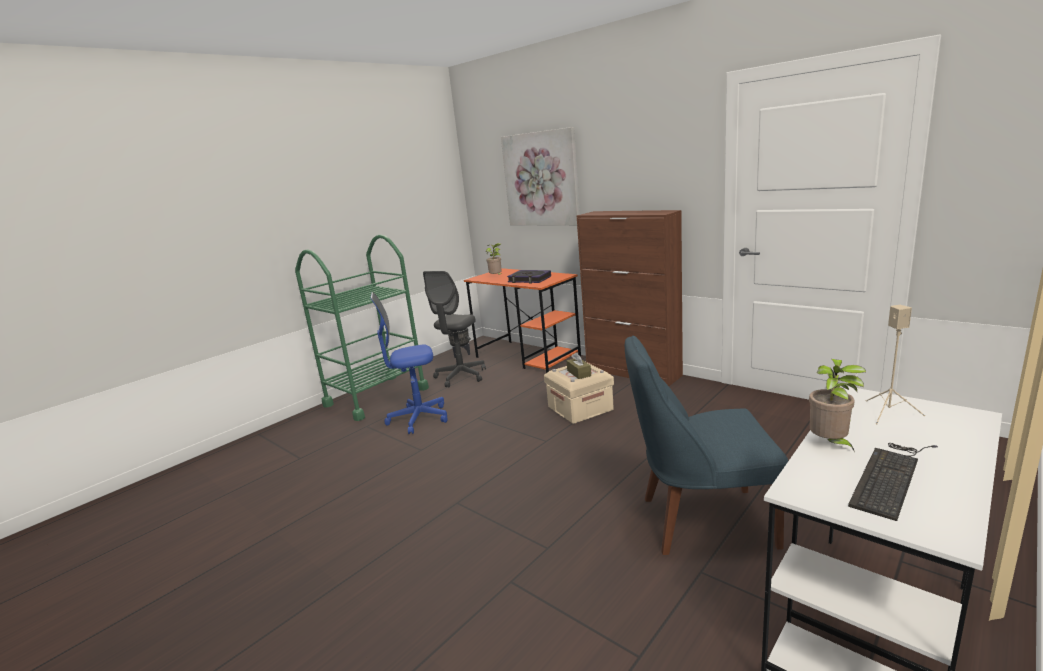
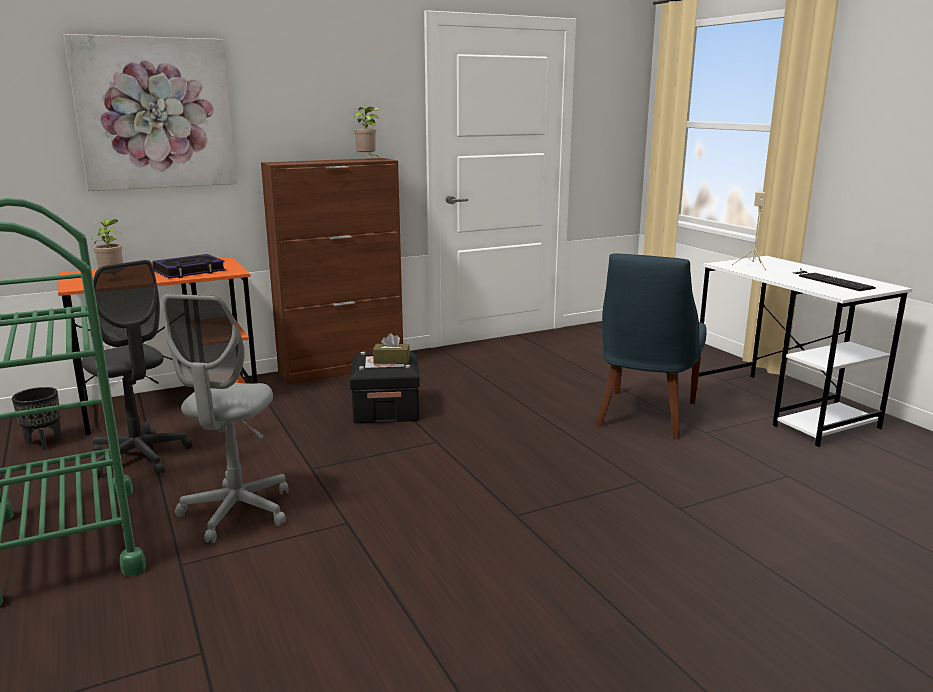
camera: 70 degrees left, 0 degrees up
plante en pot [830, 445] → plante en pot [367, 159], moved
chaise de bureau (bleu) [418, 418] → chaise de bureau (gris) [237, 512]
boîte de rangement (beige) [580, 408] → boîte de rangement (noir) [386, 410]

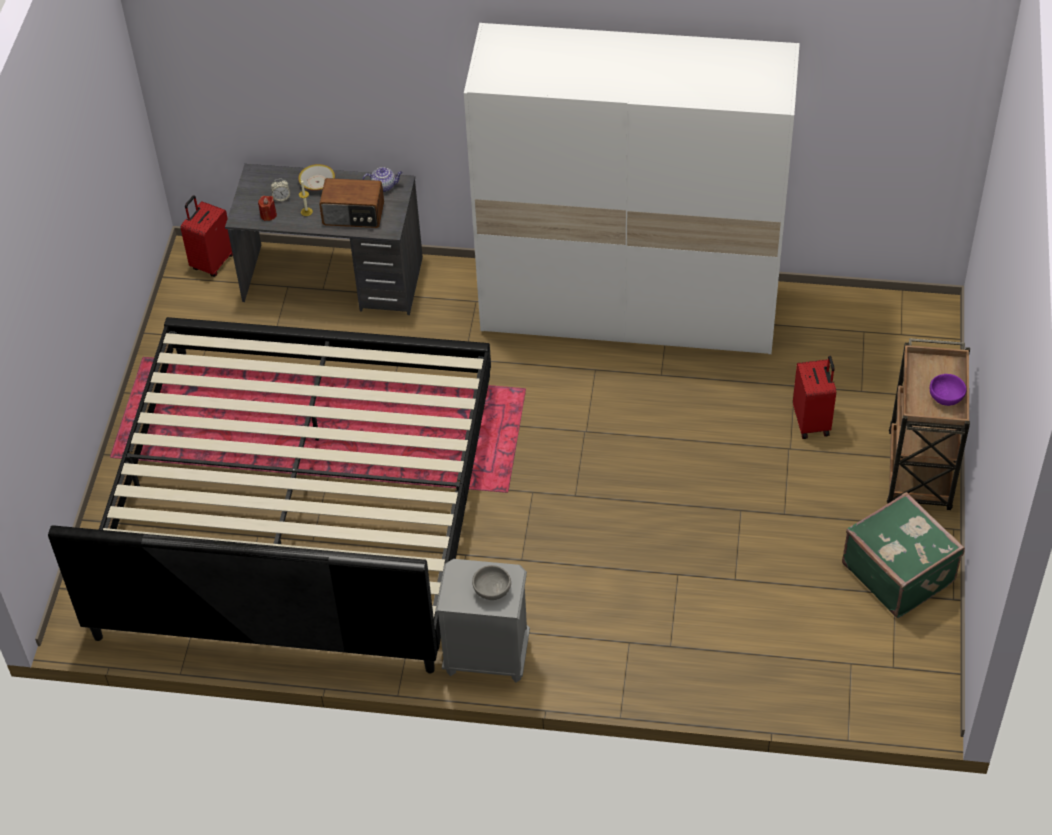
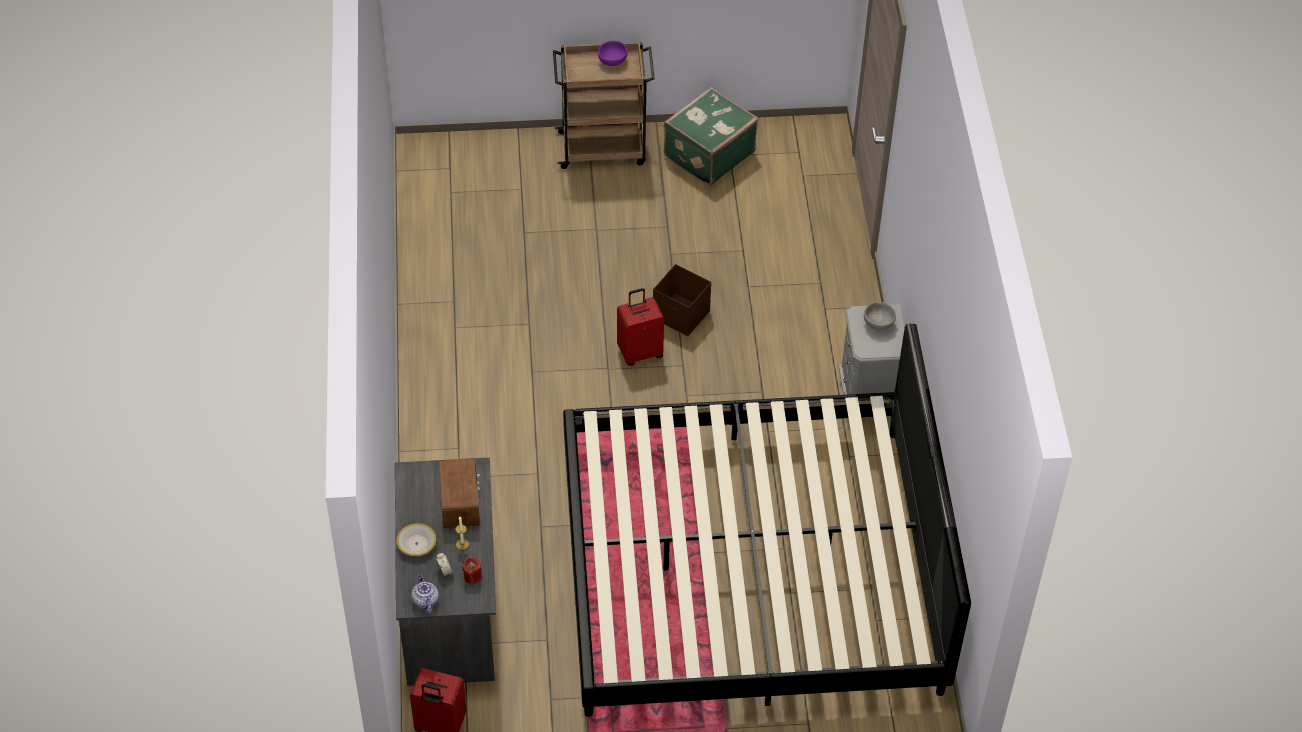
camera: 105 degrees left, 0 degrees up
armoire (blanc) [630, 310] → -
- → boîte de rangement (marron) [681, 315]
théière [384, 186] → théière [425, 600], moved
valise (rouge) [812, 422] → valise (rouge) [640, 352], moved

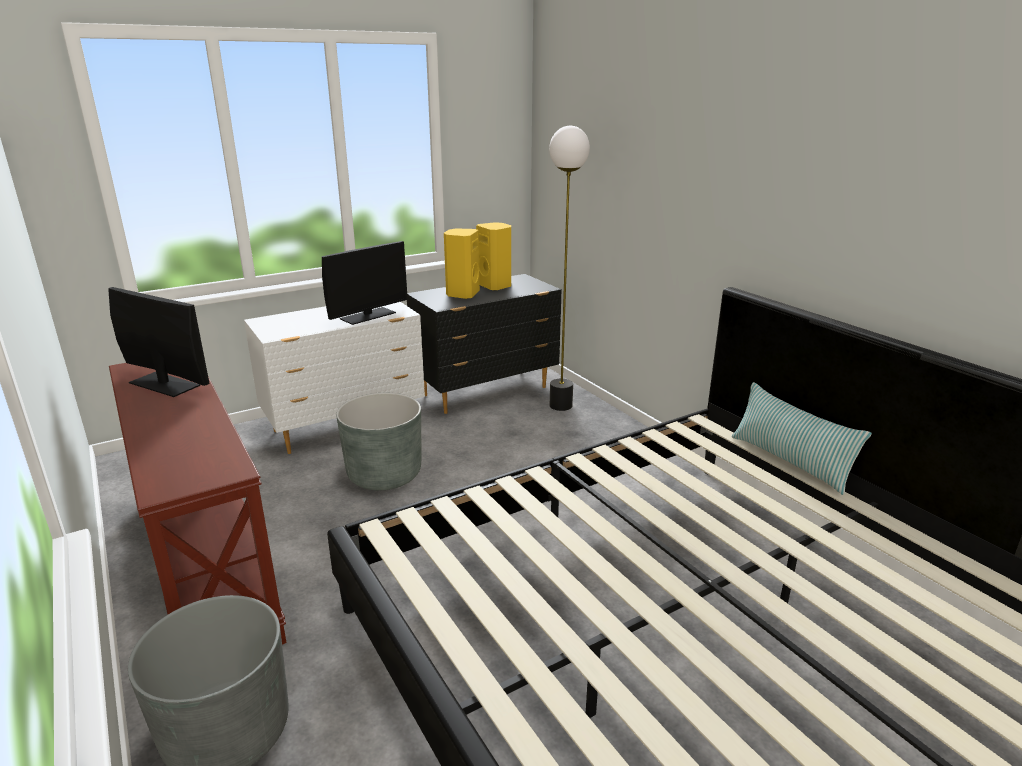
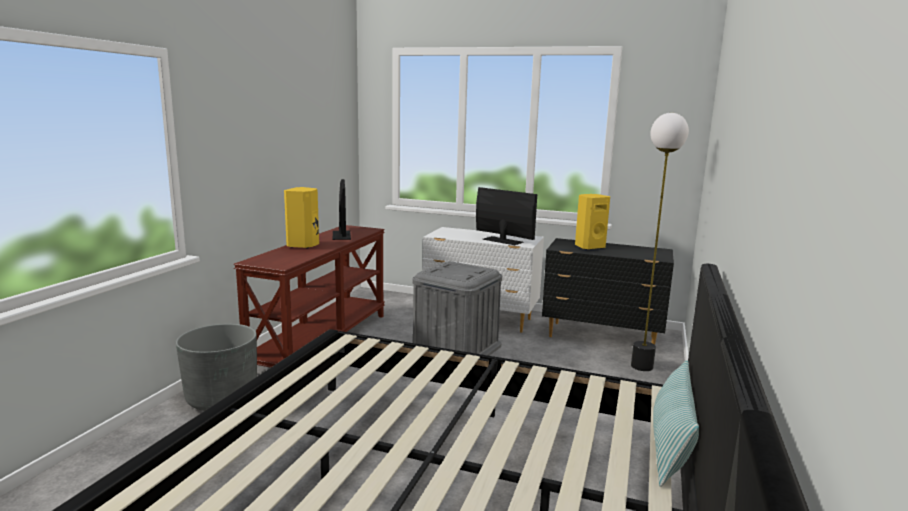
camera: 50 degrees right, 10 degrees down
enceinte (jaune) [495, 286] → enceinte (jaune) [304, 245], moved
cache-pot (gris) [384, 474] → boîte de rangement (gris) [455, 348]
écran d'ordinateur [368, 316] → écran d'ordinateur [502, 241], 150 degrees counterclockwise

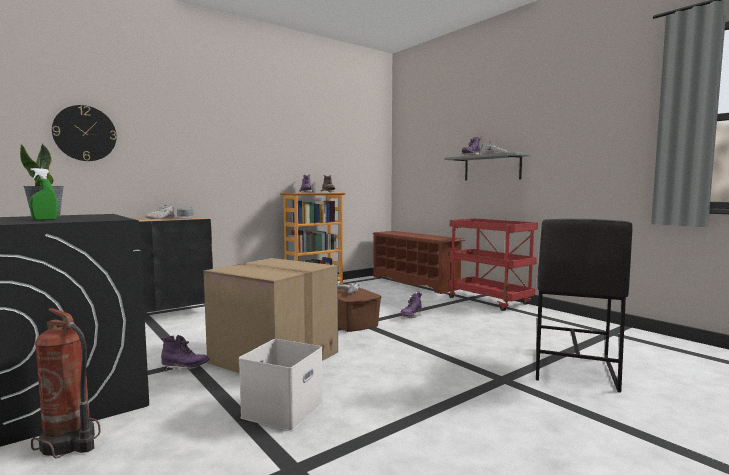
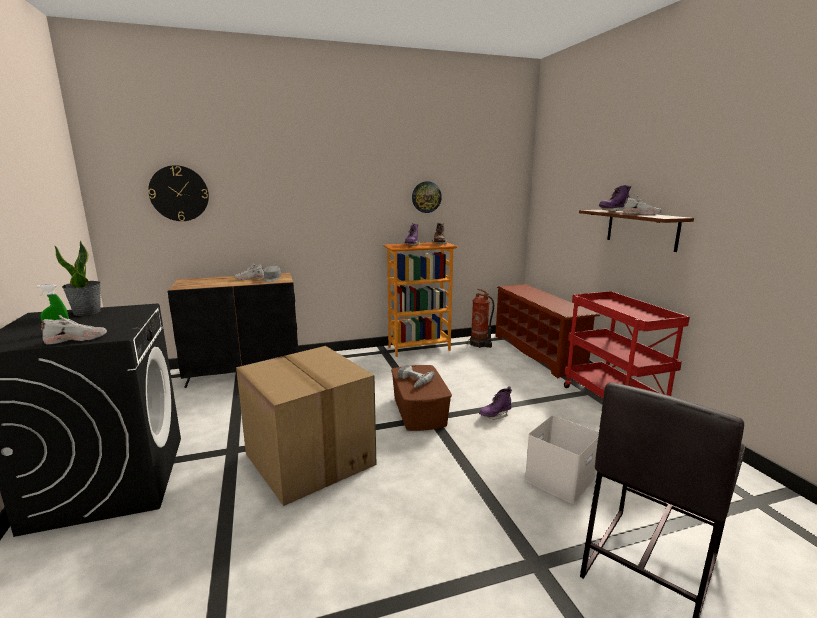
camera: 20 degrees right, 10 degrees up
botte (violet) [185, 368] → -
- → chaussure (blanc) [76, 339]
- → horloge murale [426, 197]
extincteur [69, 445] → extincteur [479, 344], moved
boîte de rangement (blanc) [283, 411] → boîte de rangement (blanc) [560, 480], moved
étagère (gris) [492, 168] → étagère (marron) [641, 229]

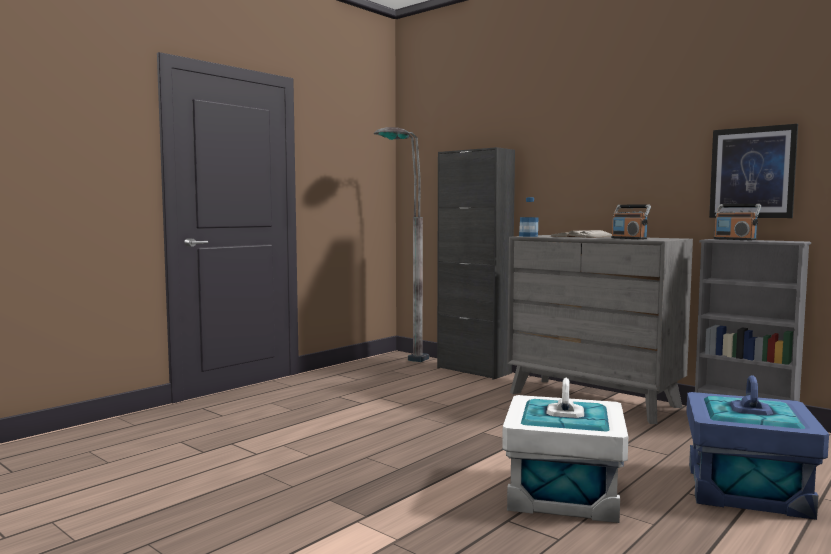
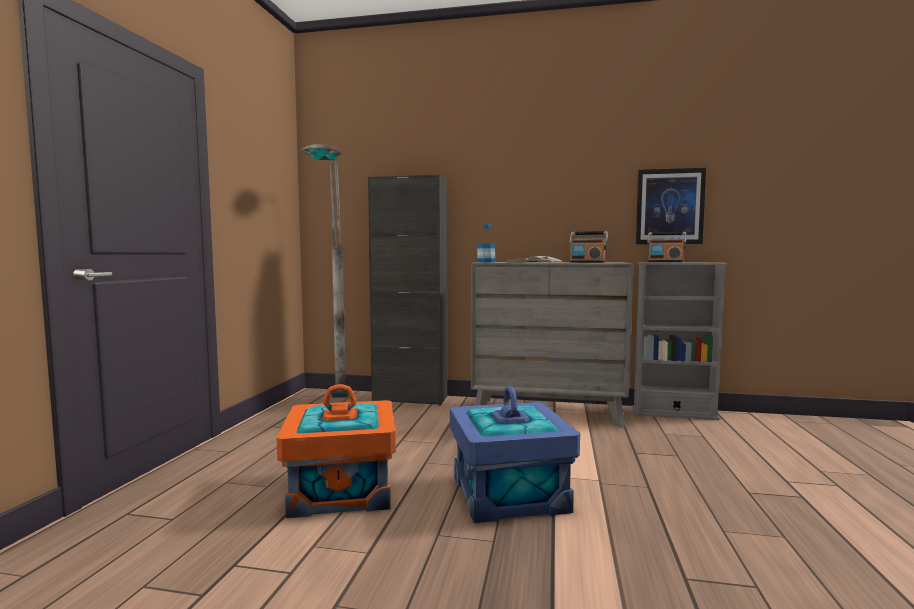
camera: 30 degrees left, 0 degrees up
boîte de rangement (blanc) [562, 493] → -
- → boîte de rangement (orange) [342, 489]
boîte de rangement (bleu) [747, 490] → boîte de rangement (bleu) [510, 493], moved

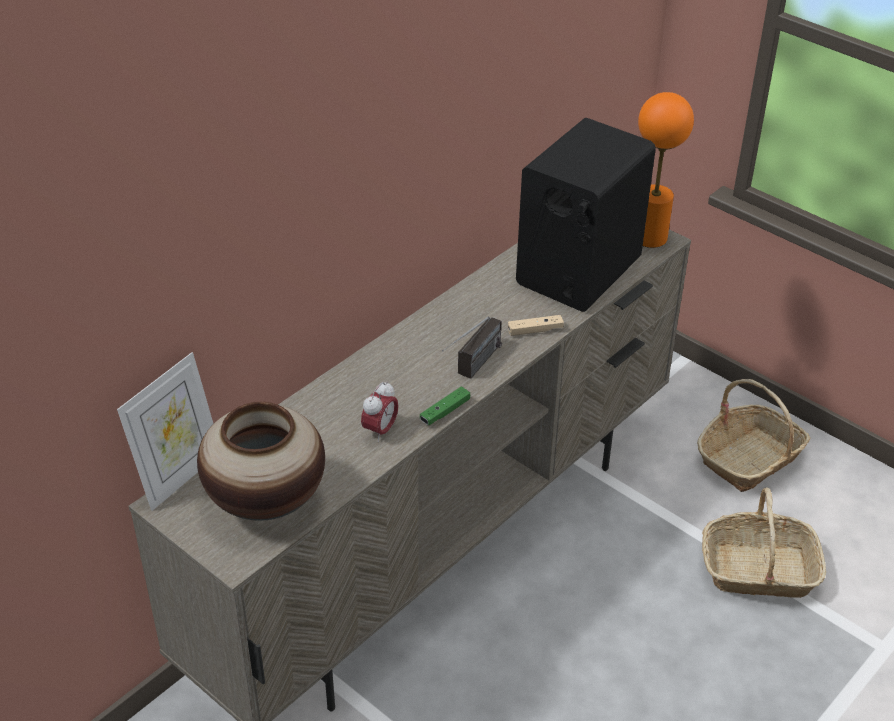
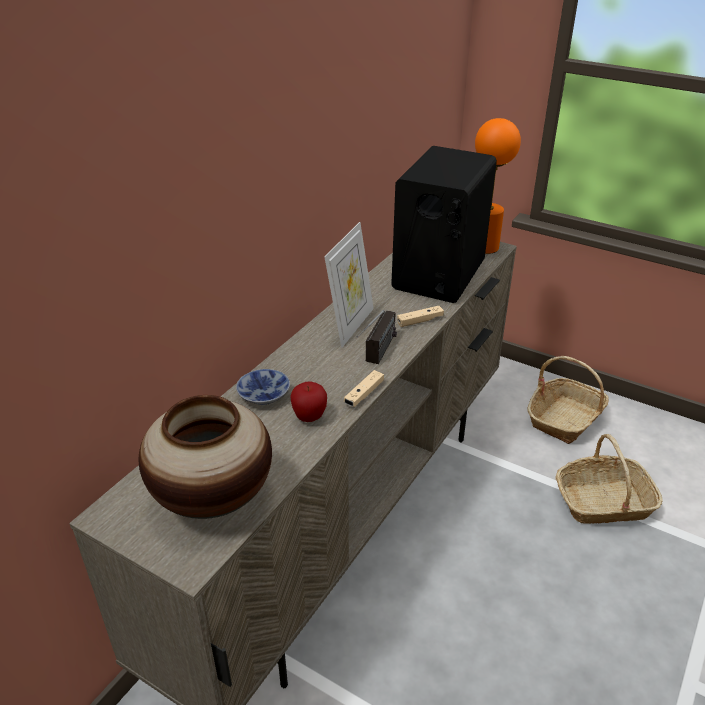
camera: 10 degrees left, 5 degrees down
- → bol [266, 394]
cadre photo [179, 476] → cadre photo [350, 325], moved
réveil [380, 430] → pomme [309, 417]
manette (vert) [445, 412] → manette (beige) [364, 394]

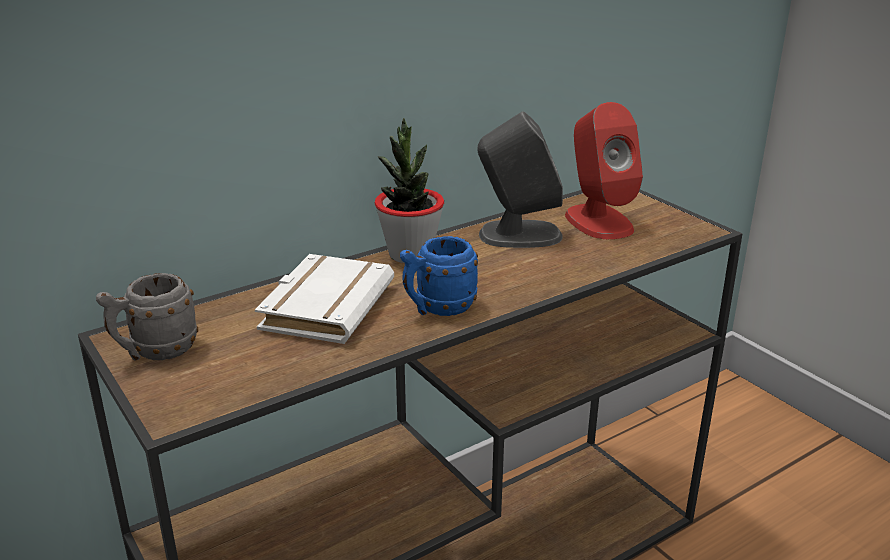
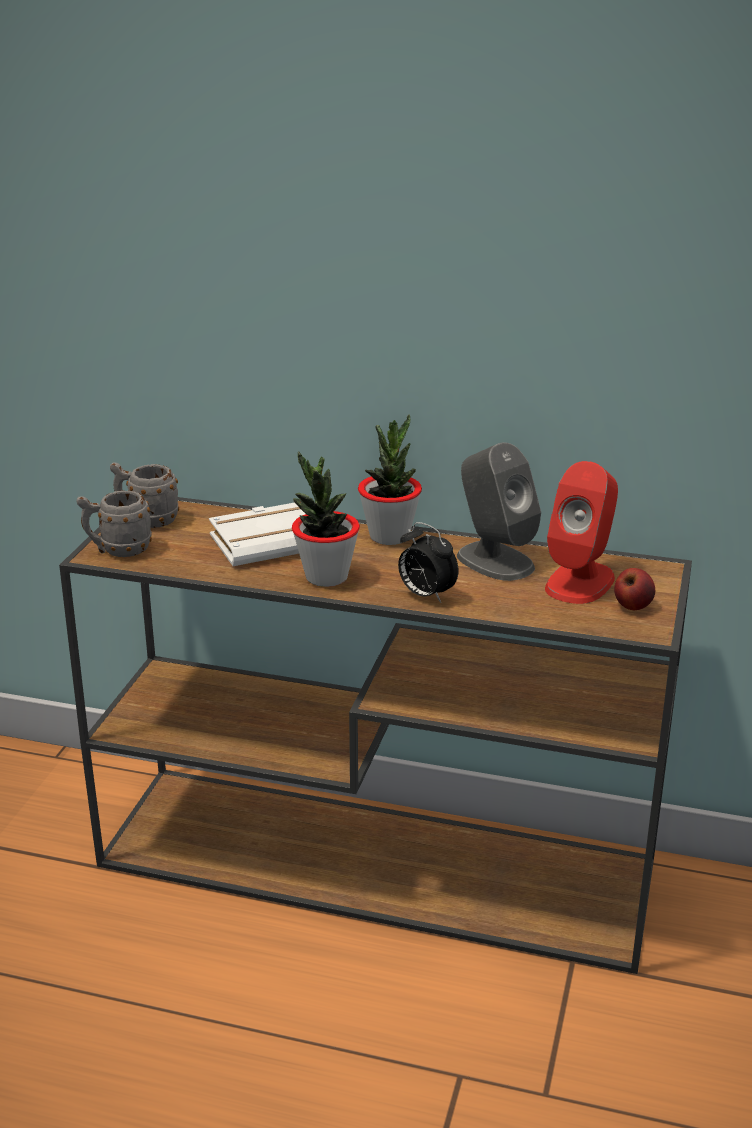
camera: 50 degrees right, 0 degrees up
- → mug (gris) [118, 550]
- → réveil [425, 595]
- → pomme [632, 606]
mug (bleu) [437, 309] → plante en pot [326, 577]

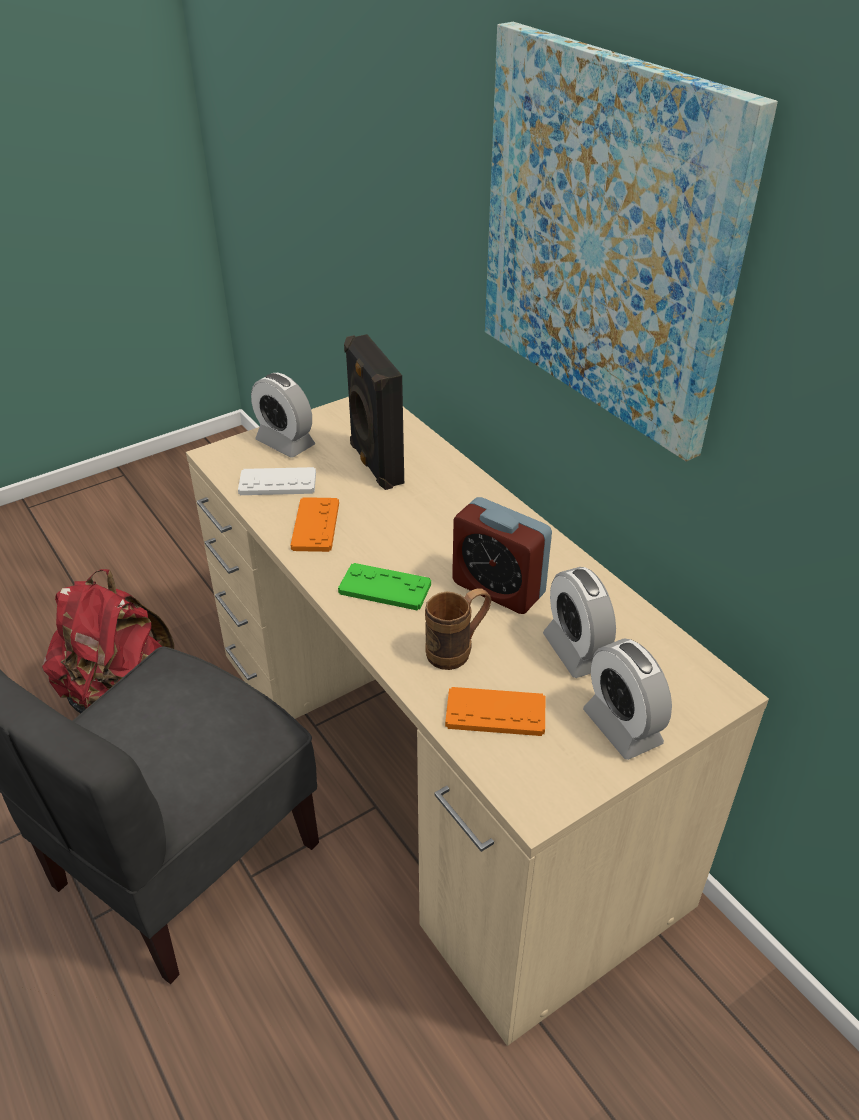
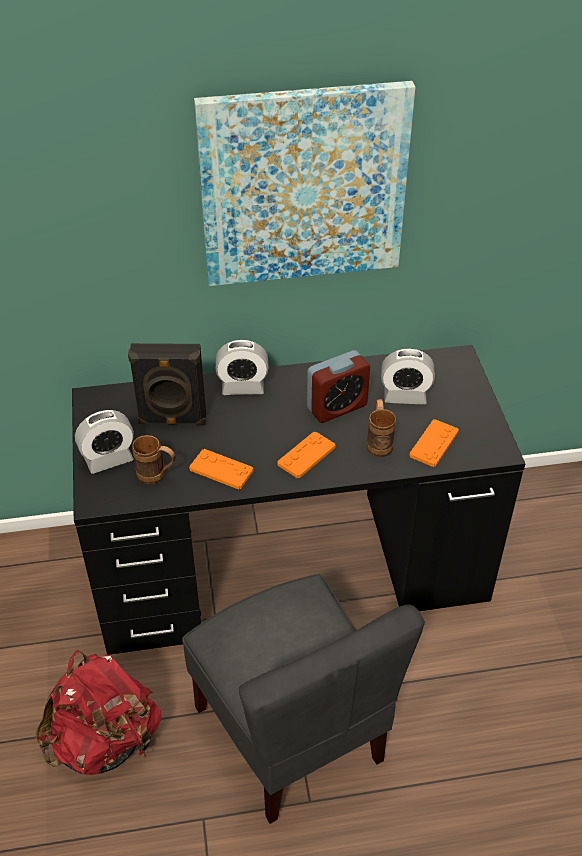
camera: 65 degrees left, 5 degrees up
réveil [622, 727] → réveil [243, 387], moved
manette (blanc) [277, 483] → mug (marron) [157, 476]
bureau (beige) [432, 768] → bureau (noir) [291, 564]
manette (vert) [385, 588] → manette (orange) [306, 456]

